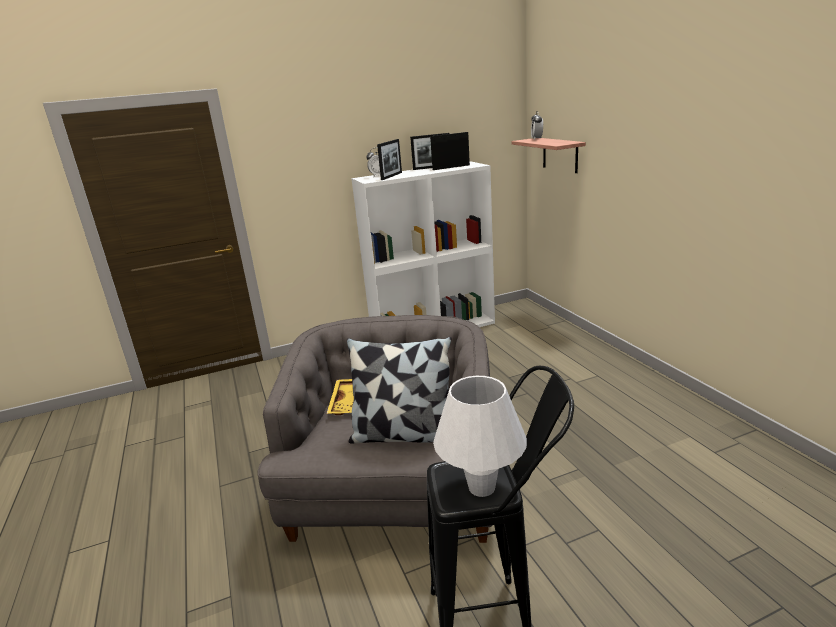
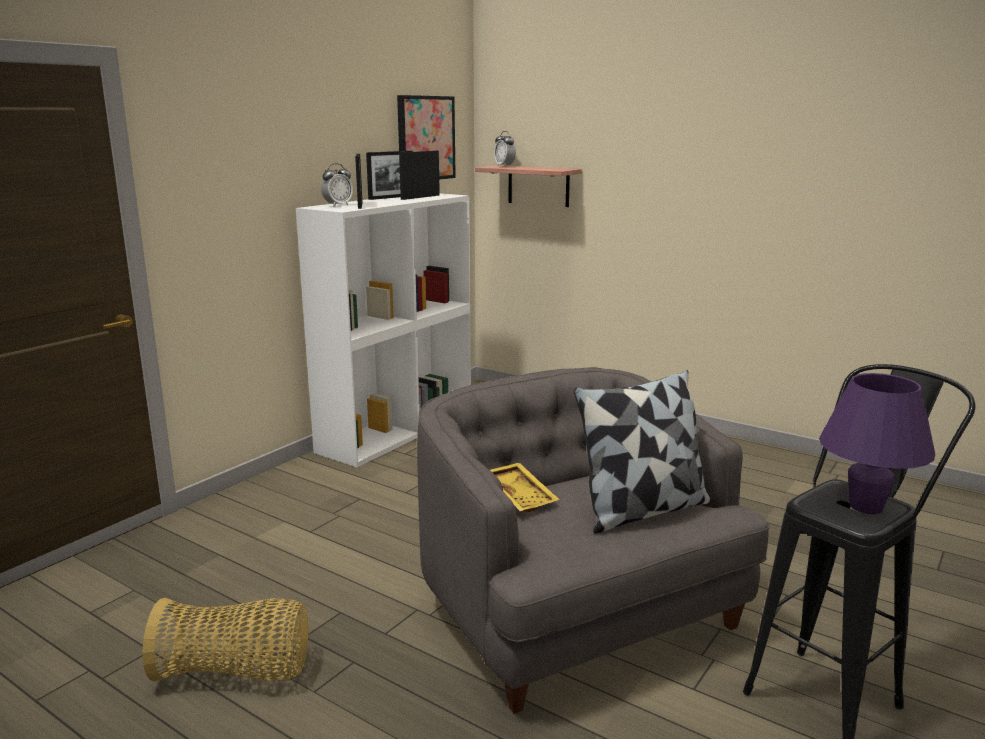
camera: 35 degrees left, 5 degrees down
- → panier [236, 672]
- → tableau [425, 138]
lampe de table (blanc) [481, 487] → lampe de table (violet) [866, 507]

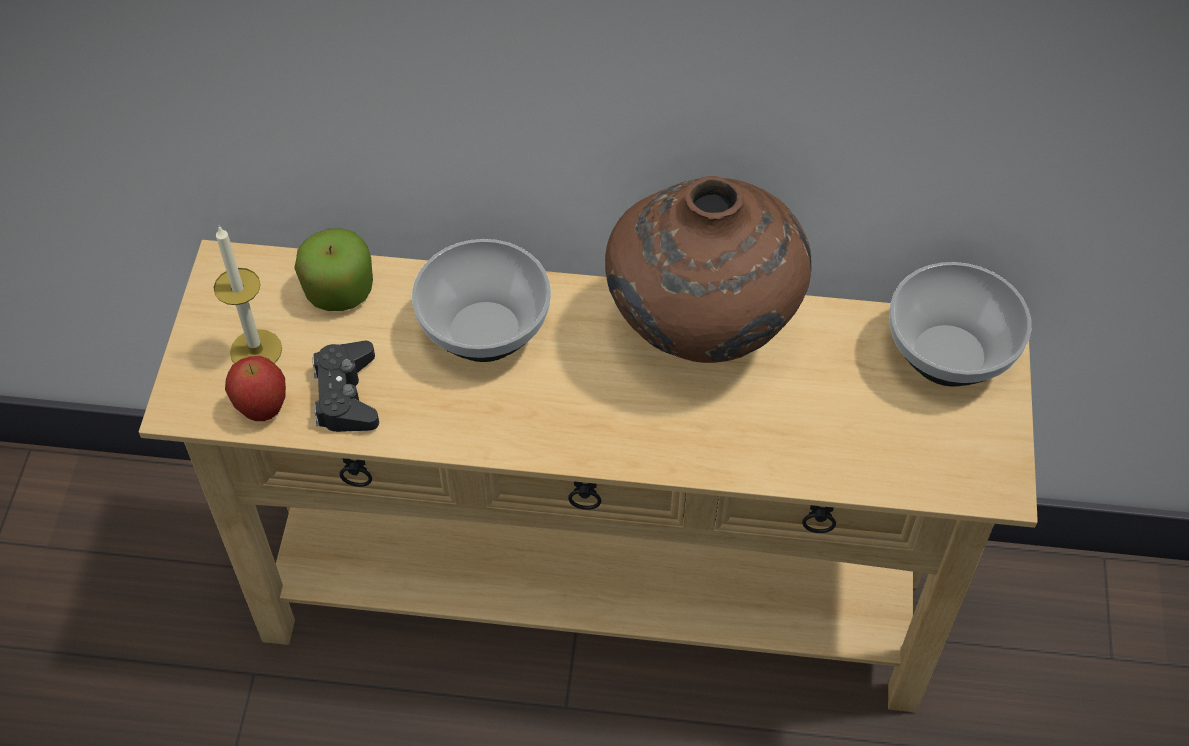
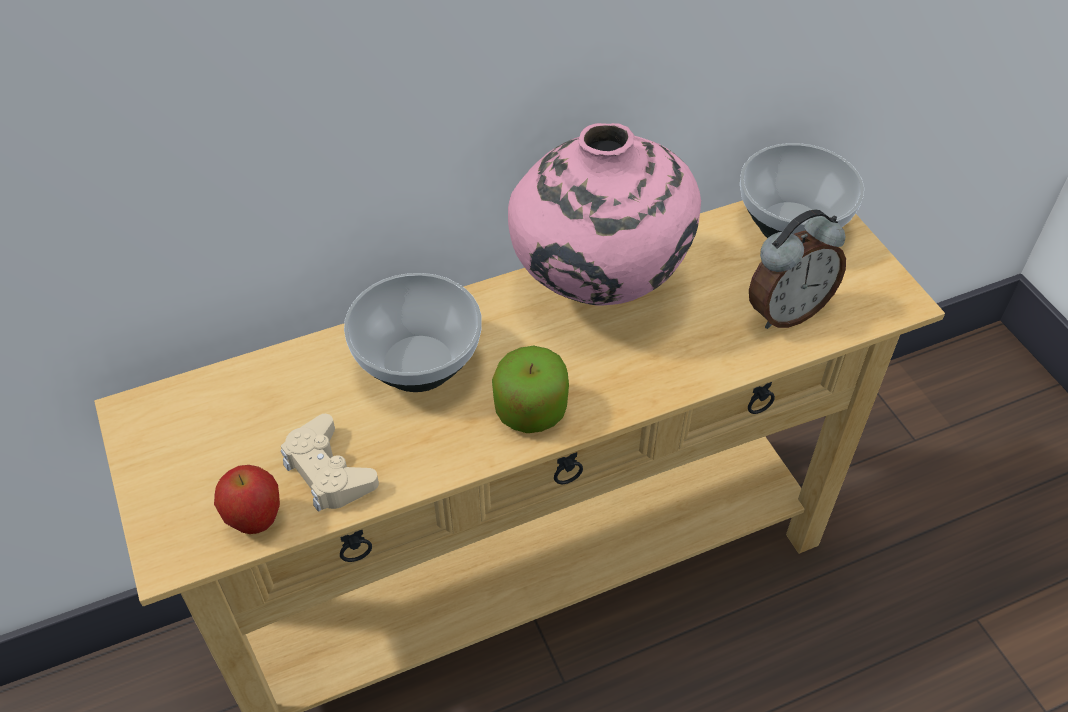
camera: 30 degrees left, 5 degrees down
bougie [256, 350] → -
- → réveil [786, 311]
pomme [339, 290] → pomme [530, 411], moved
manette (noir) [346, 395] → manette (beige) [328, 471]
vase (marron) [700, 333] → vase (rose) [597, 288]

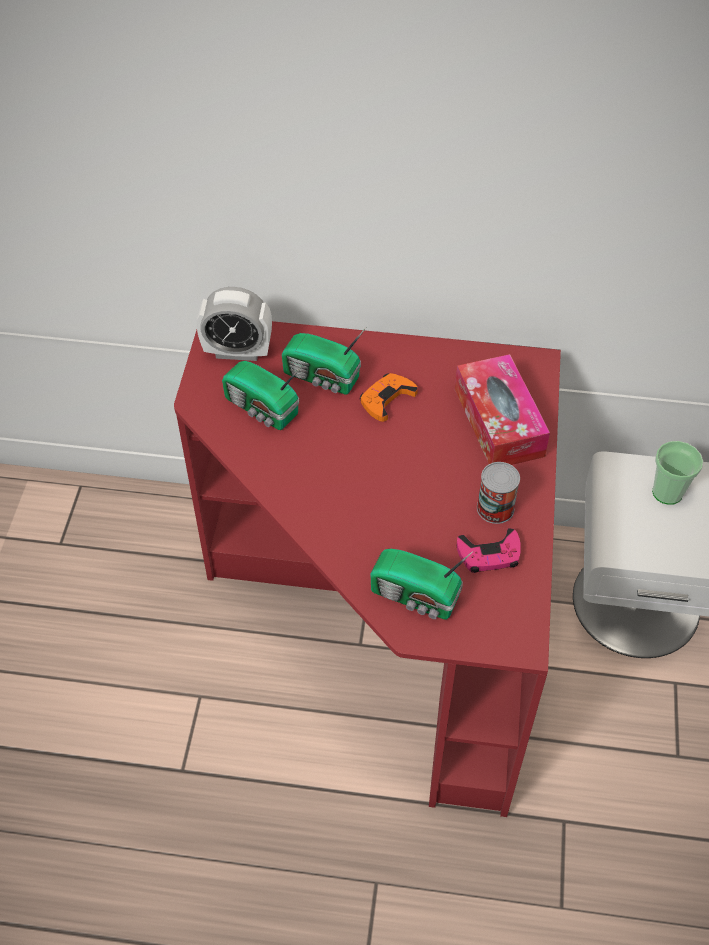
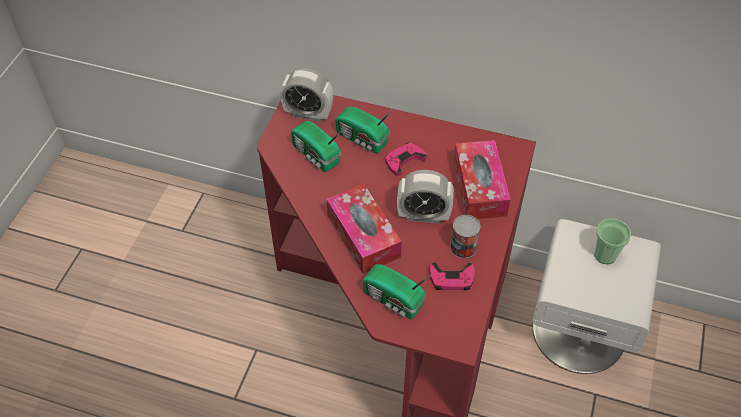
camera: 10 degrees right, 0 degrees up
- → boîte à mouchoirs [363, 236]
- → réveil [423, 215]
manette (orange) [386, 399] → manette (rose) [404, 160]

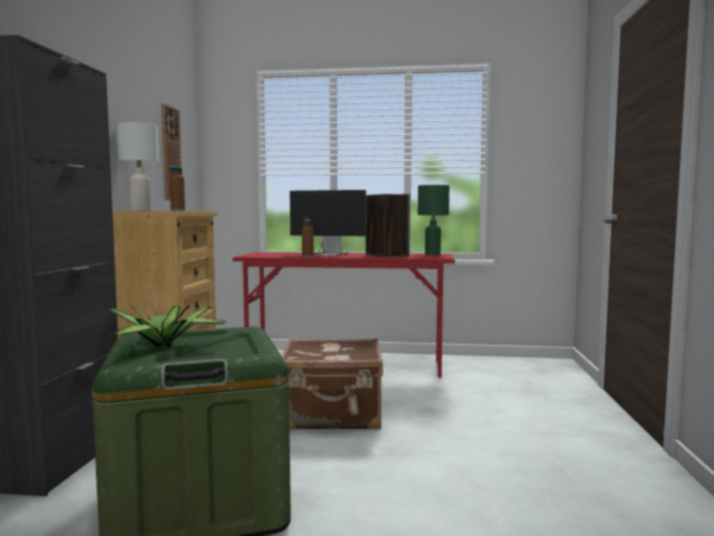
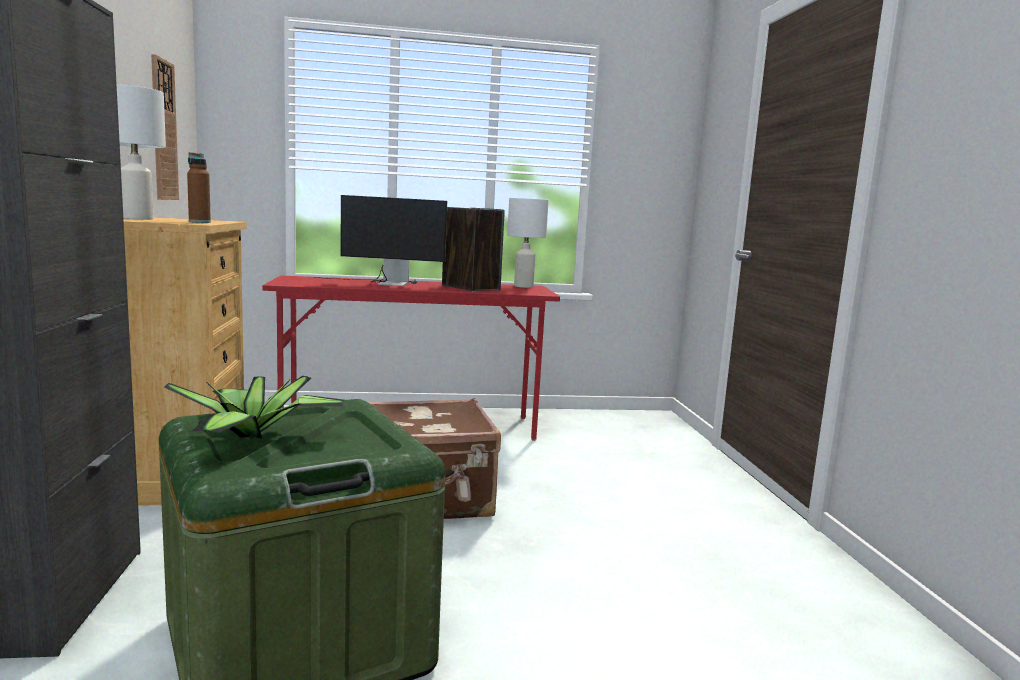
camera: 15 degrees left, 5 degrees up
bouteille (marron) [307, 256] → -
lampe de table (vert) [432, 254] → lampe de table (blanc) [523, 286]

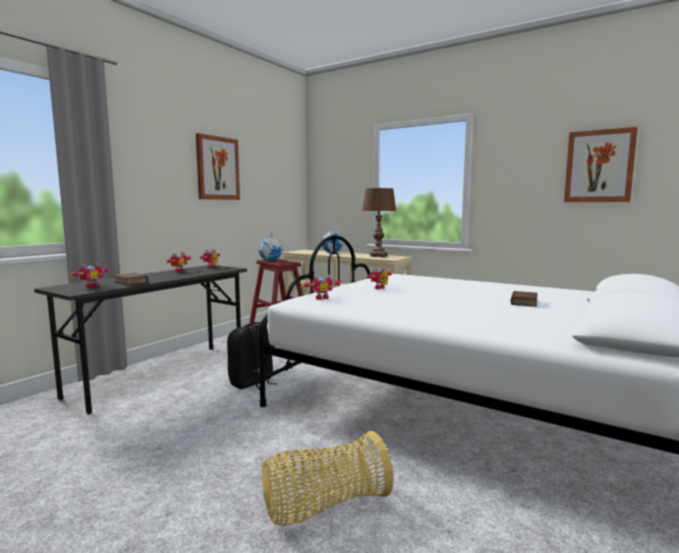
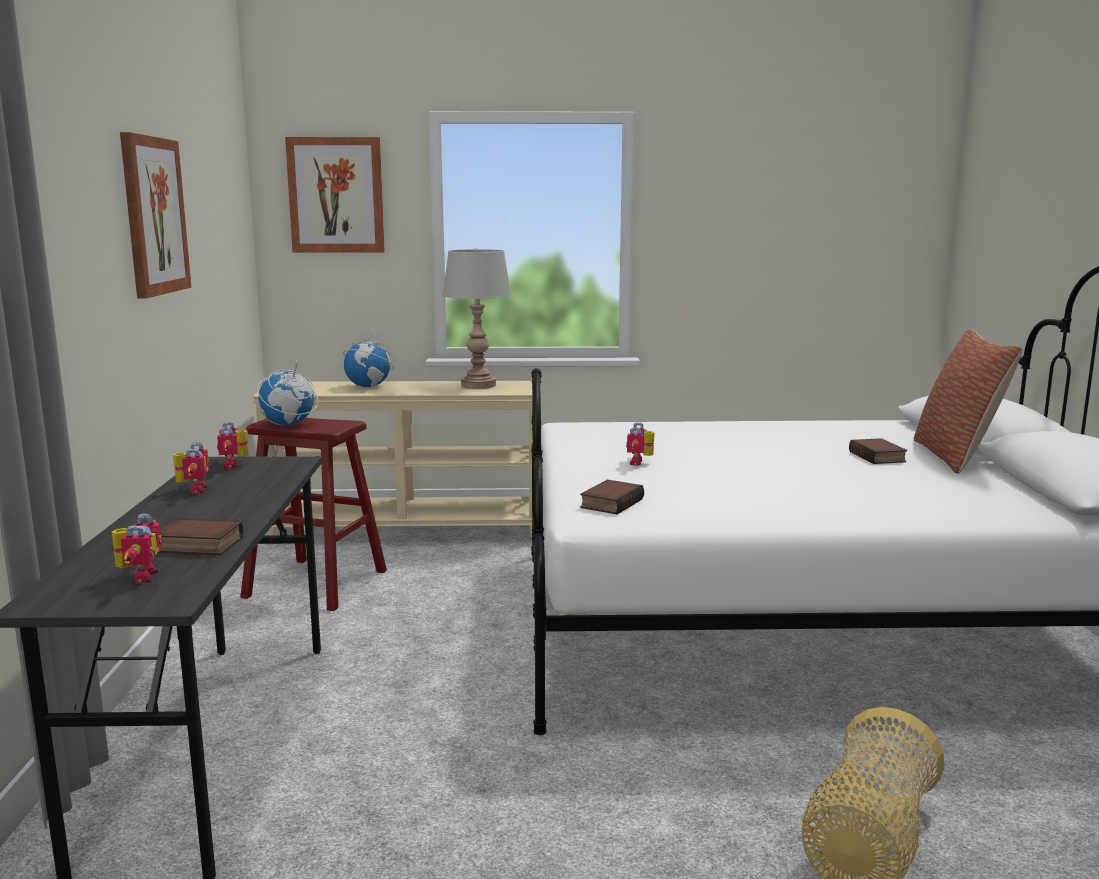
camera: 35 degrees left, 5 degrees up
sac à dos (noir) [252, 383] → -
- → coussin [956, 457]
tableau [599, 166] → tableau [336, 195], moved
robot jouet [321, 298] → livre [610, 503]
lampe de table (marron) [378, 256] → lampe de table (gris) [478, 385]

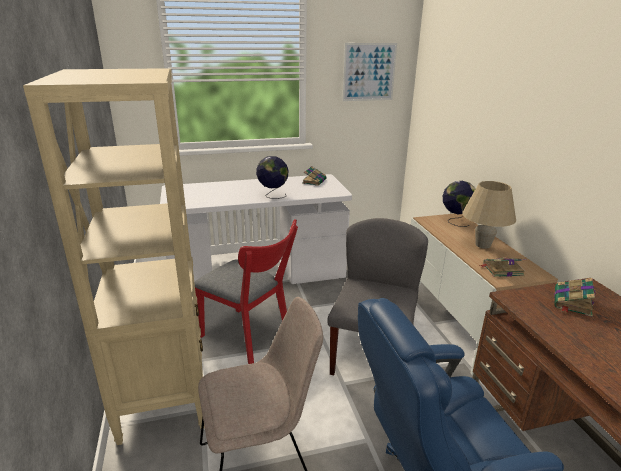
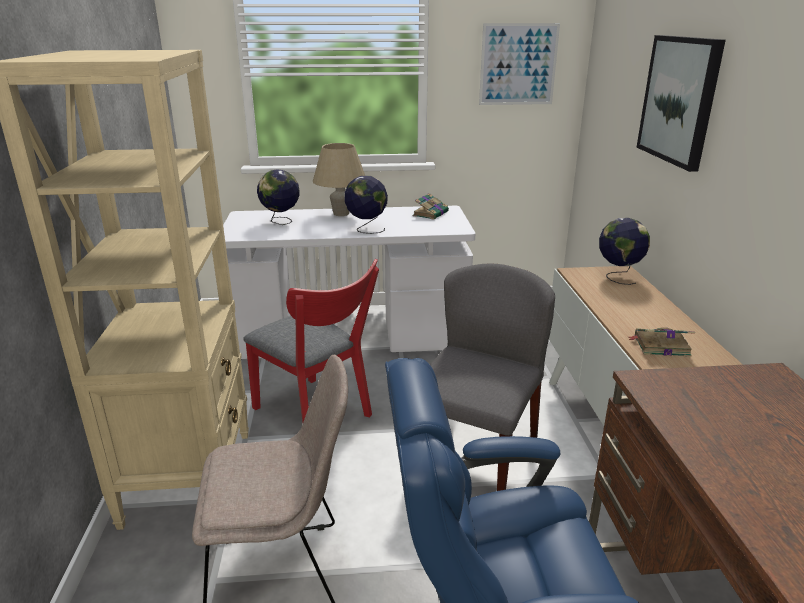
camera: 10 degrees right, 0 degrees up
livre [572, 302] → -
- → globe [281, 222]
- → tableau [679, 100]
lampe de table (beige) [483, 245] → lampe de table (beige) [341, 213], moved

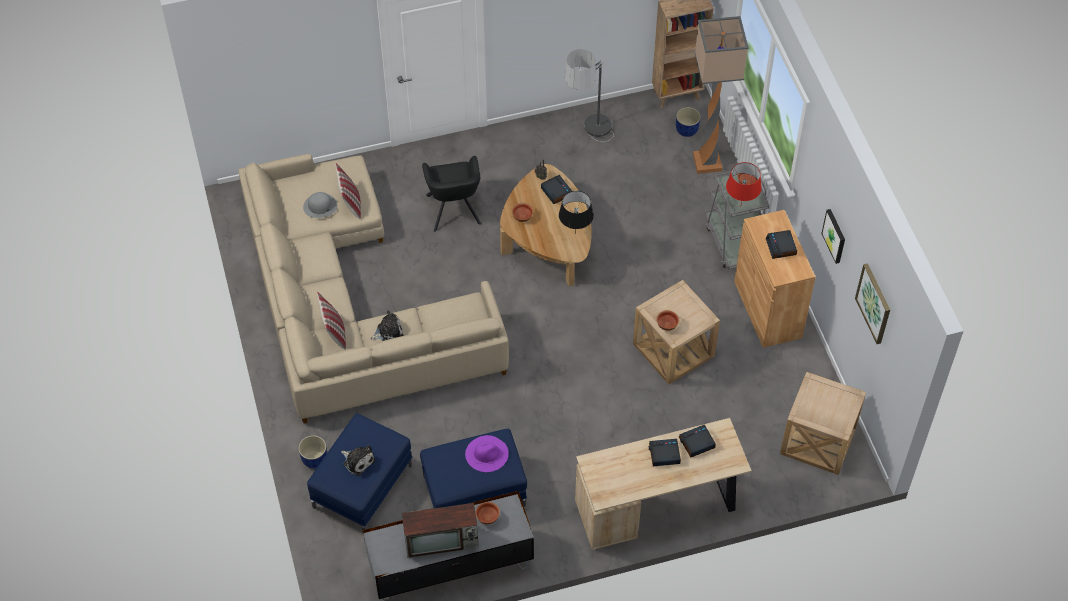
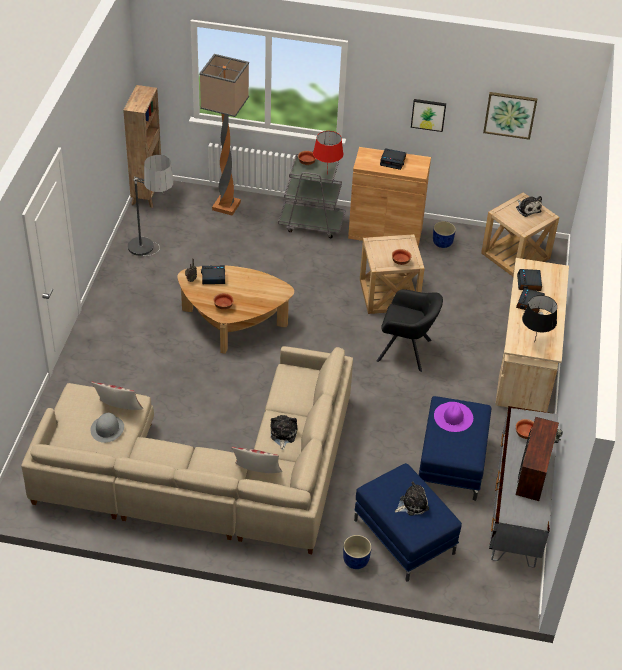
camera: 65 degrees left, 10 degrees down
- → peluche [527, 209]
fauteuil (noir) [454, 211] → fauteuil (noir) [406, 351], moved
lampe de table (noir) [575, 234] → lampe de table (noir) [534, 342], moved
cache-pot (bleu) [686, 130] → cache-pot (bleu) [442, 243], moved

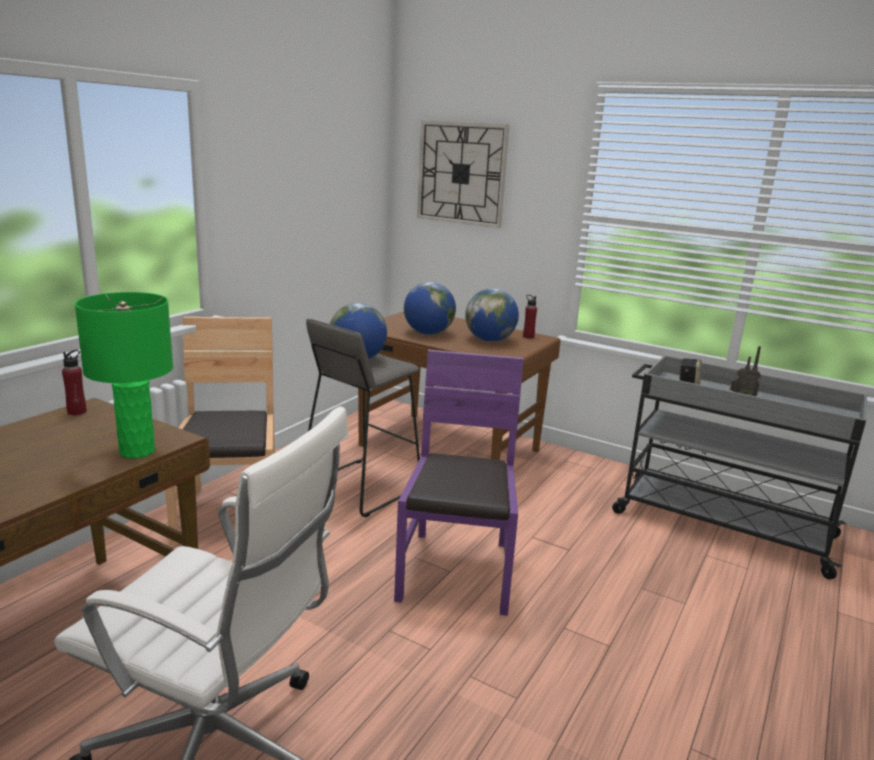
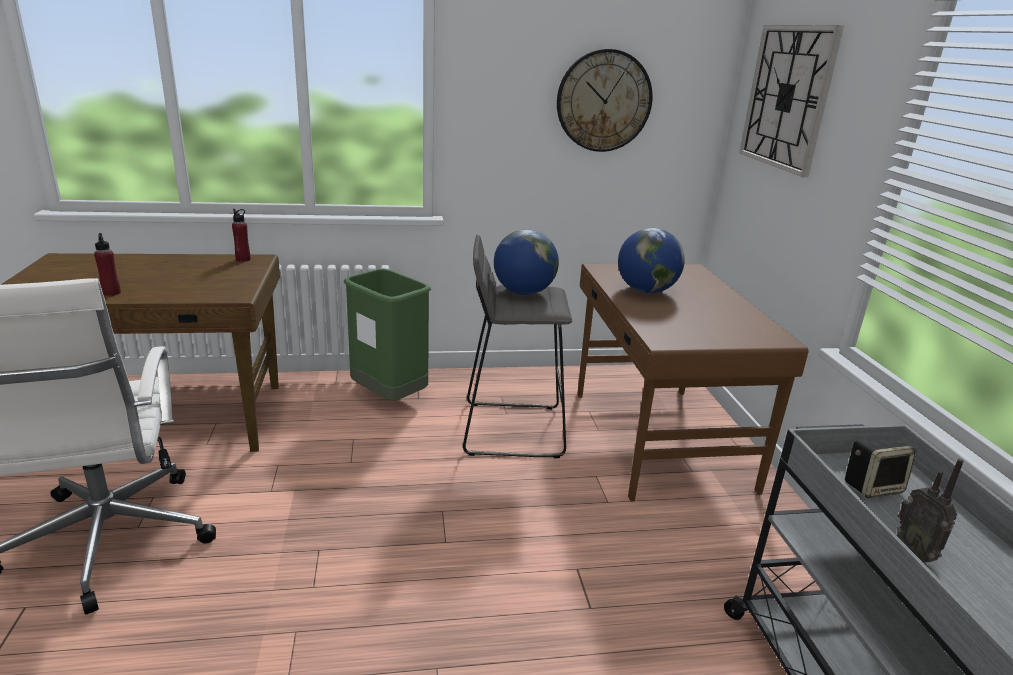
camera: 50 degrees right, 5 degrees up
lampe de table (vert) [138, 451] → -
chaise (violet) [456, 571] → -
globe [489, 340] → -
- → horloge murale [604, 101]
bouteille (rouge) [528, 337] → bouteille (rouge) [111, 293], moved
chaise (marron) [230, 513] → poubelle (vert) [389, 398]

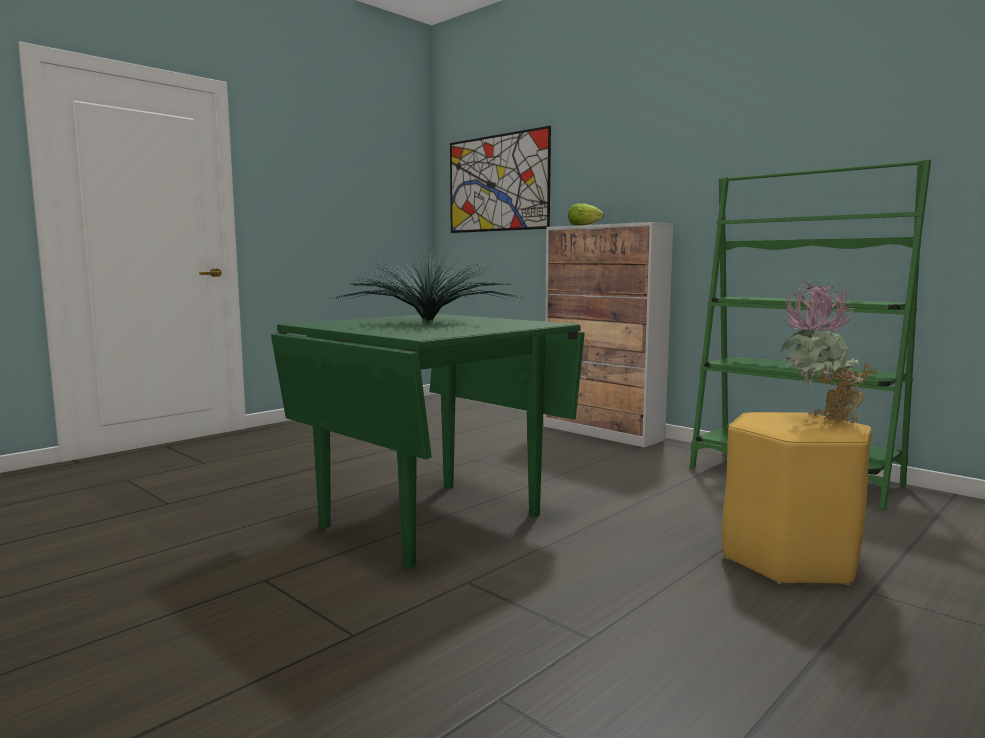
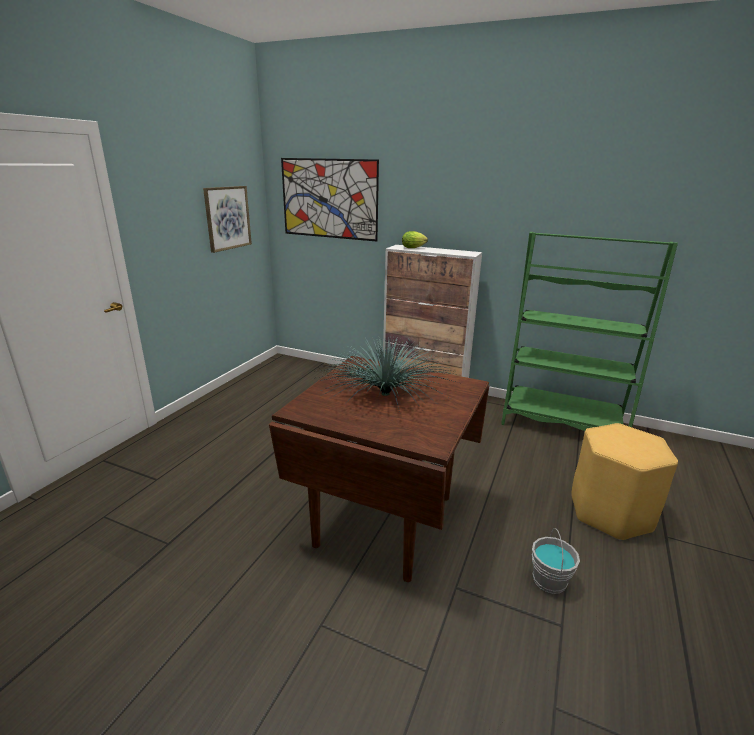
camera: 20 degrees left, 15 degrees up
plante en pot [820, 421] → -
- → tableau [227, 218]
- → seau (gris) [549, 580]
table à manger (vert) [430, 520] → table à manger (marron) [384, 519]

